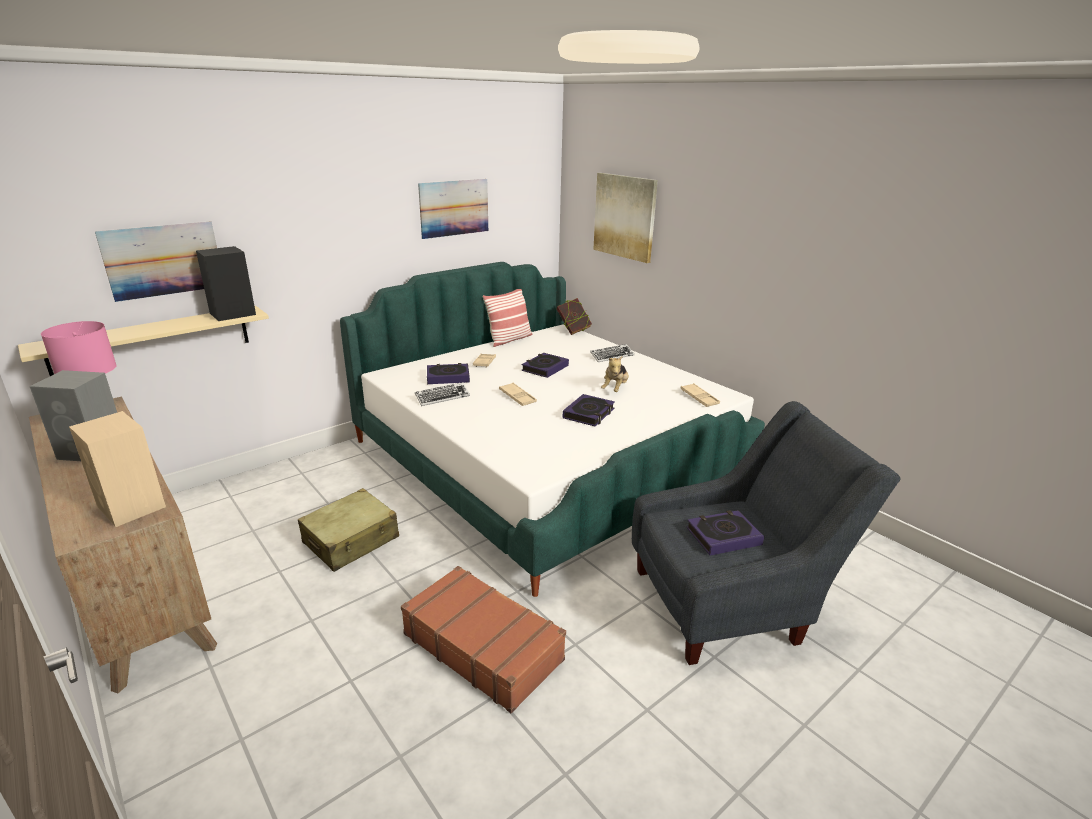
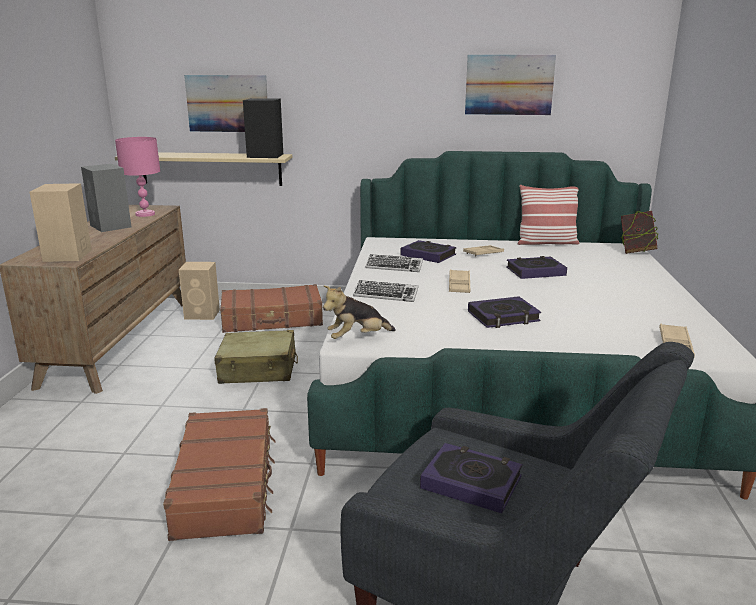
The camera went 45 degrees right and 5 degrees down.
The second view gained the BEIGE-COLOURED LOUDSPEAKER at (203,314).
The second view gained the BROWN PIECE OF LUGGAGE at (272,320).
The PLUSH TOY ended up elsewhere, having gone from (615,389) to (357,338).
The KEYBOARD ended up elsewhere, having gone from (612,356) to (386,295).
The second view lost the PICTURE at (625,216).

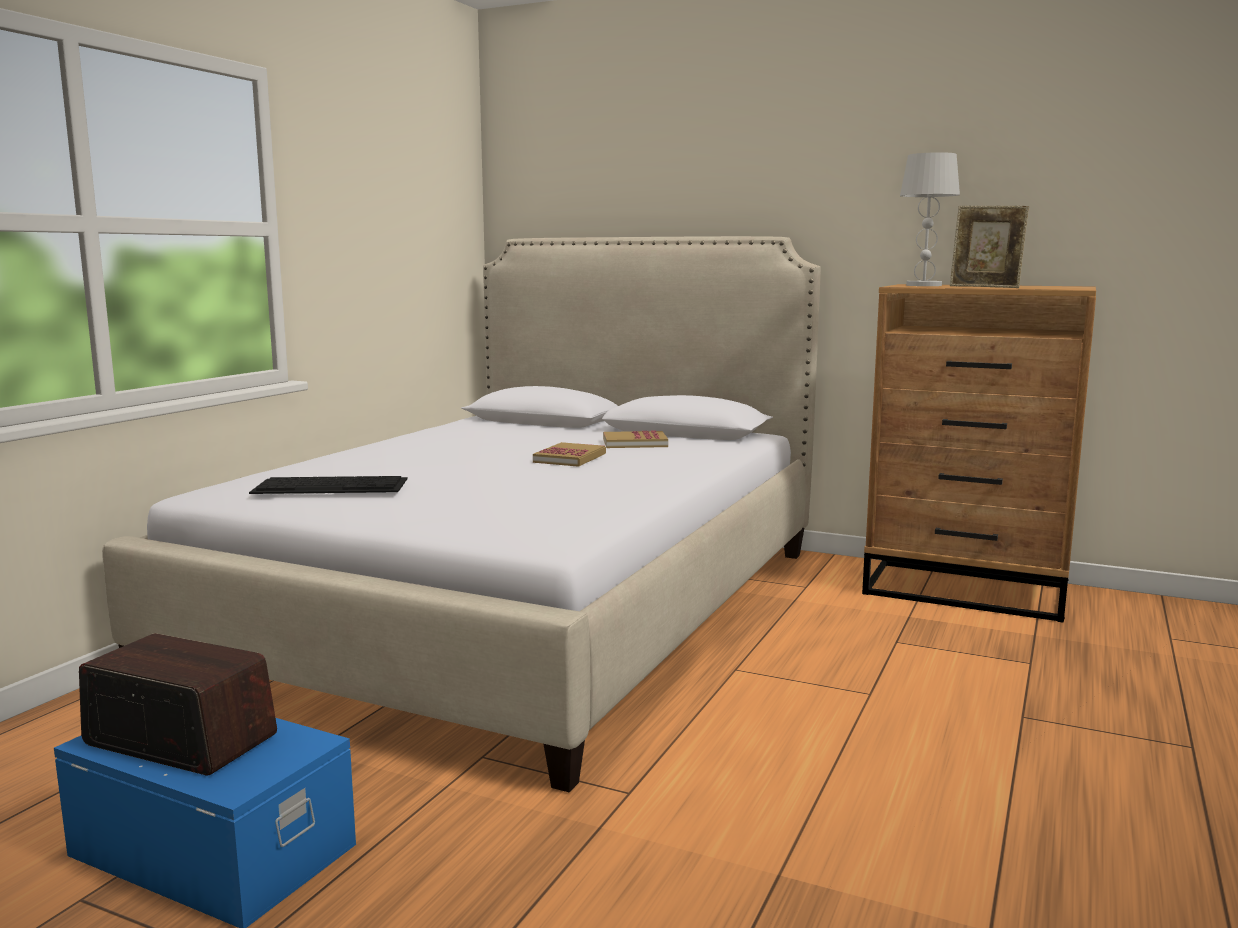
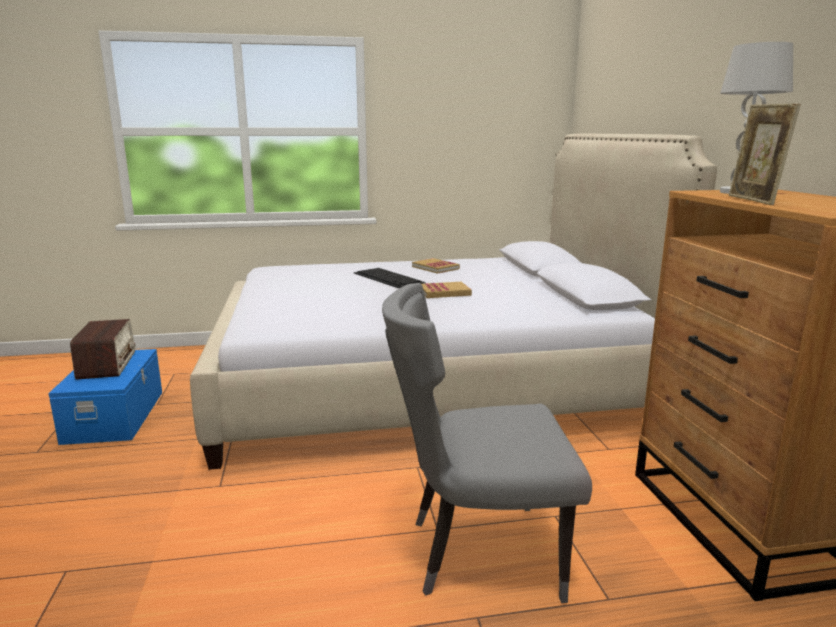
The camera went 55 degrees right and 5 degrees up.
The KEYBOARD ended up elsewhere, having gone from (332,485) to (389,278).
The second view gained the GREY UPRIGHT CHAIR at (477,553).
The VOLUME ended up elsewhere, having gone from (635,443) to (435,268).

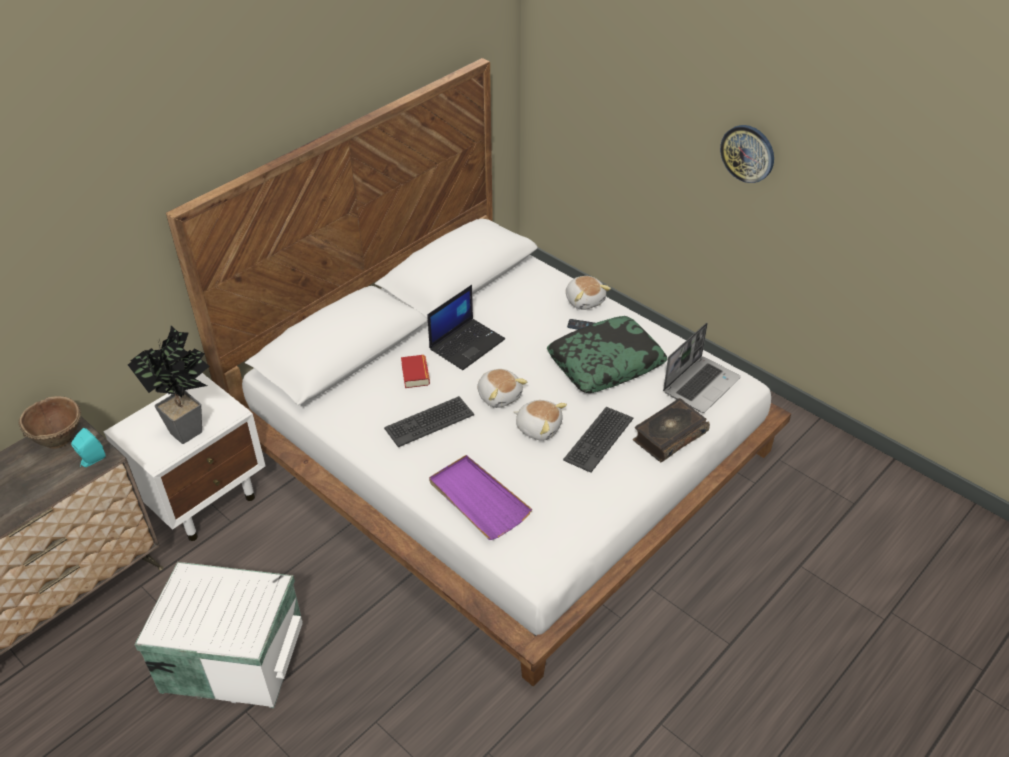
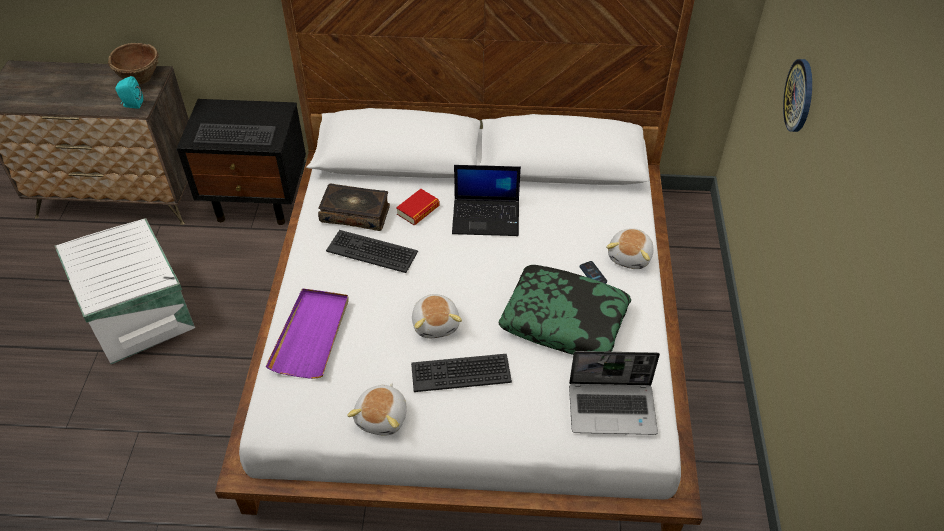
The camera went 50 degrees right and 5 degrees up.
What was the WHITISH NIGHTSTAND at (204,499) turned into the BLACKISH NIGHTSTAND at (258,201).
Where the POTTED PLANT stood at (192,431), the KEYBOARD came to stand at (235,136).
The VOLUME ended up elsewhere, having gone from (669,436) to (355,213).
The PLUSH TOY ended up elsewhere, having gone from (499,395) to (383,417).
The CLOCK ON THE WALL ended up elsewhere, having gone from (748,153) to (799,95).

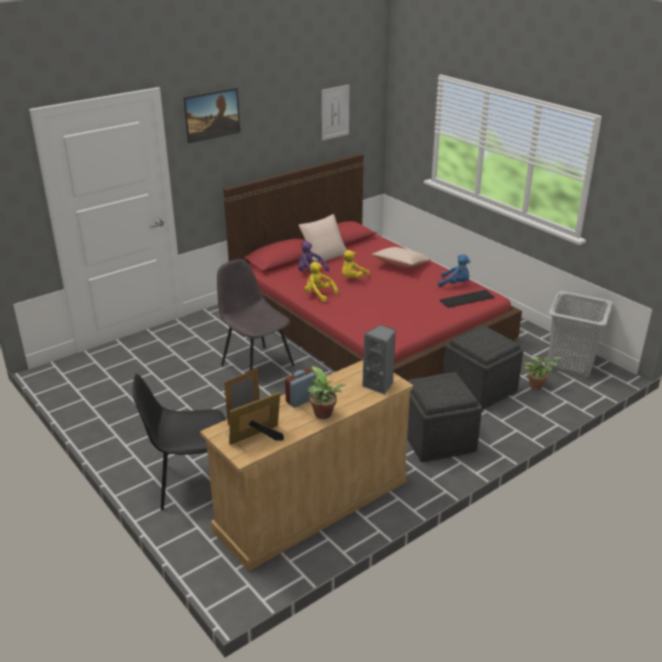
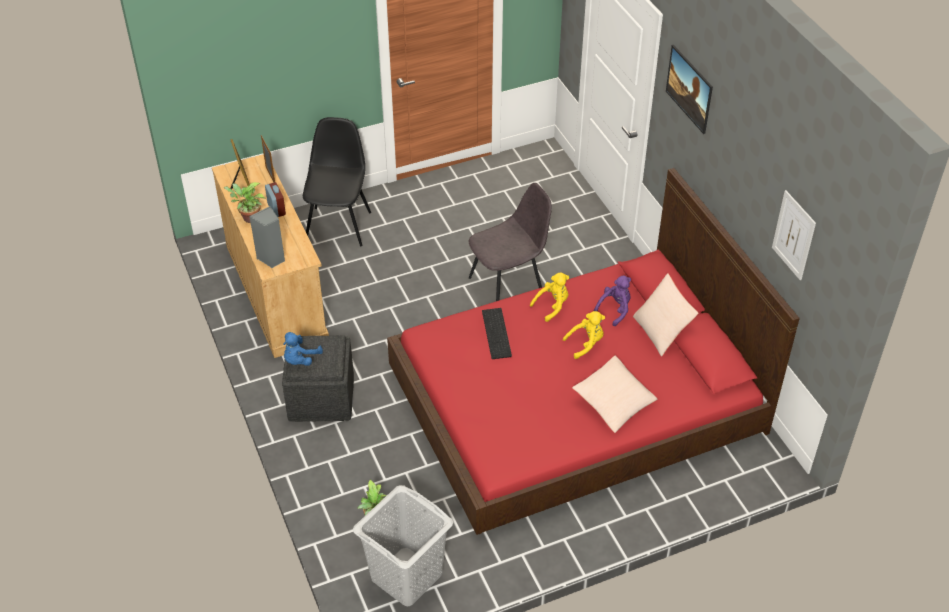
The camera went 105 degrees right and 15 degrees up.
The BLUE-COLOURED PLUSH TOY ended up elsewhere, having gone from (455,284) to (300,360).
The KEYBOARD ended up elsewhere, having gone from (467,298) to (498,334).
The YELLOWISH PLUSH TOY at (352,278) ended up facing another way, 105 degrees clockwise from before.
The second view lost the GREY FOOTREST at (479,388).

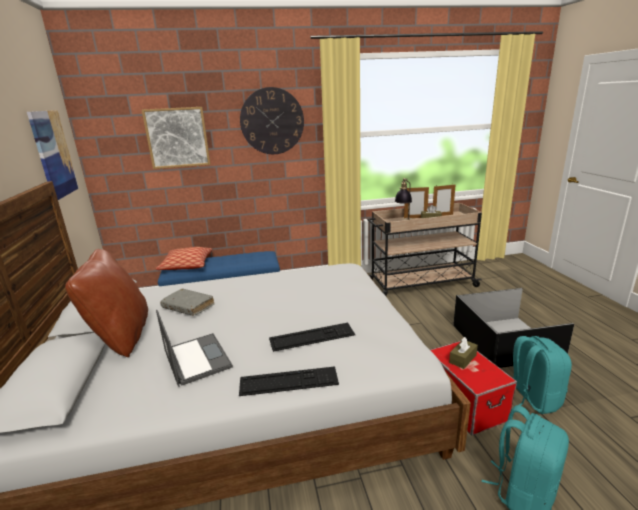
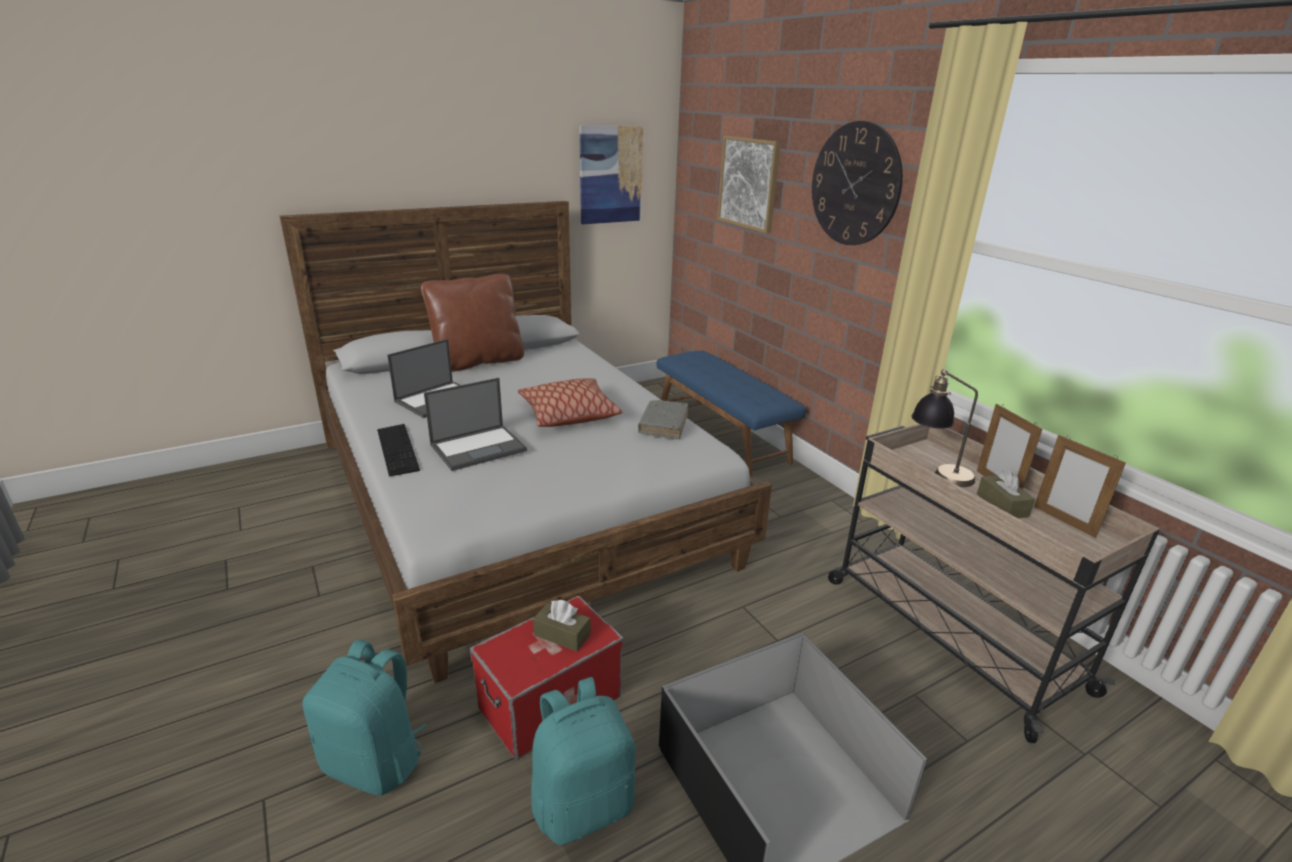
The camera went 70 degrees right and 5 degrees up.
Where the KEYBOARD stood at (312,337), the PORTABLE COMPUTER came to stand at (479,447).
The PILLOW ended up elsewhere, having gone from (186,265) to (568,414).
The GREY VOLUME ended up elsewhere, having gone from (188,307) to (663,425).

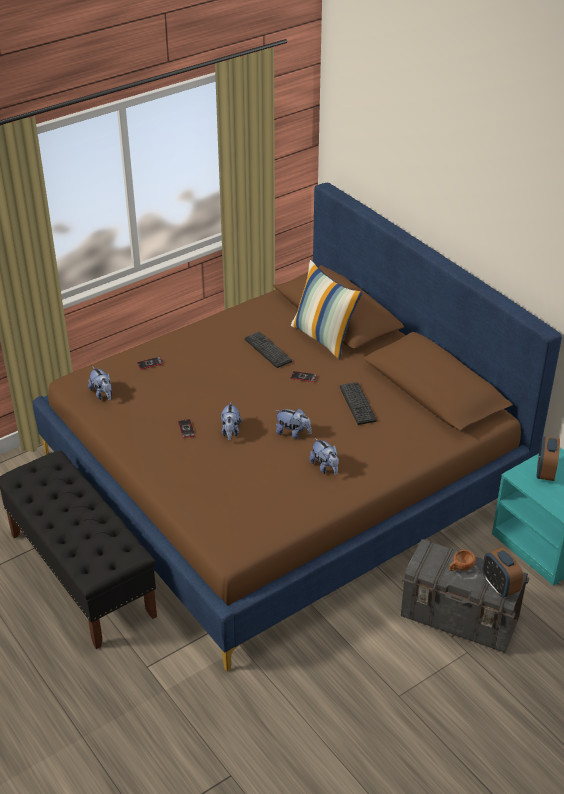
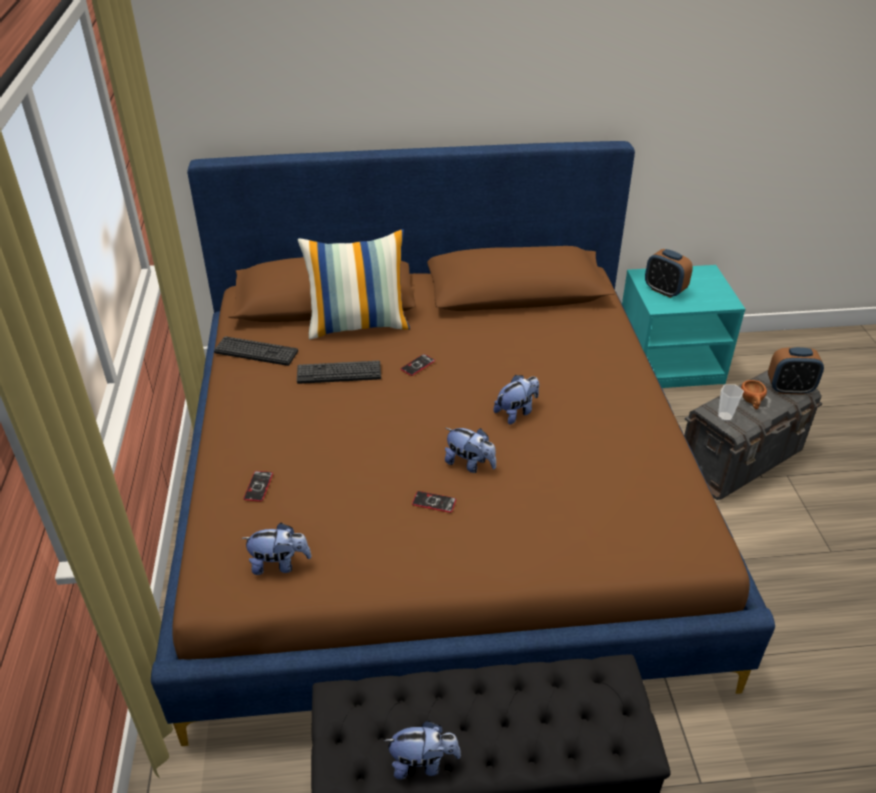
The camera went 60 degrees left and 0 degrees up.
The KEYBOARD ended up elsewhere, having gone from (357,403) to (256,352).
The PLUSH TOY ended up elsewhere, having gone from (325,467) to (423,763).
The second view gained the DRINKING CUP at (725,416).

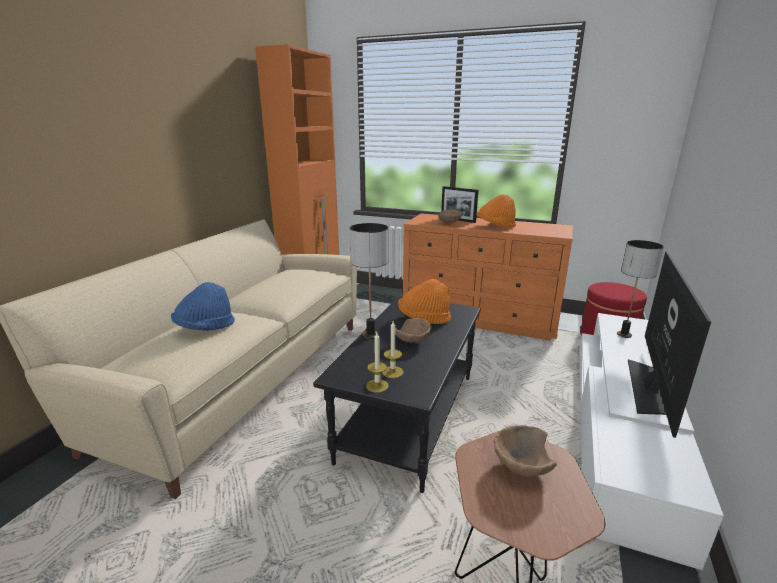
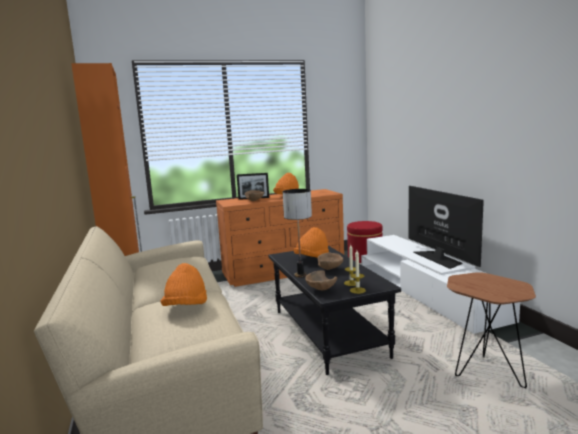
The camera went 40 degrees left and 10 degrees down.
What was the BLUE-COLOURED WEARABLE HAT at (205,328) turned into the ORANGE-COLOURED WEARABLE HAT at (186,307).
The BROWN DEEP DISH ended up elsewhere, having gone from (520,467) to (320,290).
The second view lost the LAMP FOR A TABLE at (624,335).

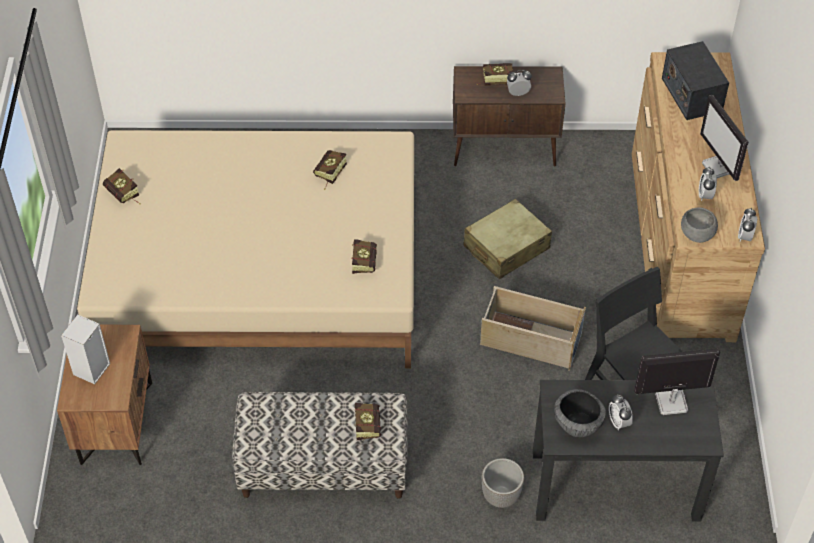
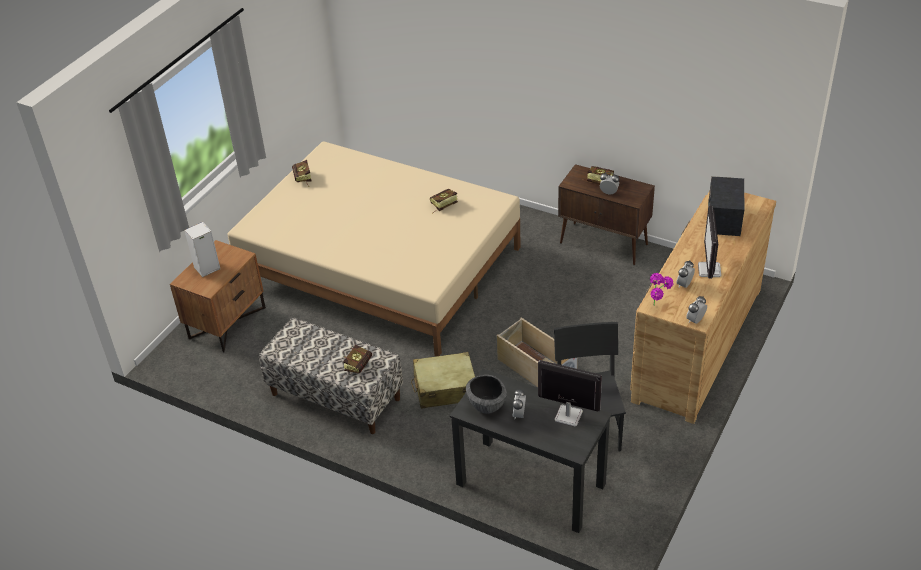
The camera went 30 degrees right and 10 degrees down.
The BEIGE-COLOURED PIECE OF LUGGAGE ended up elsewhere, having gone from (506,248) to (445,388).
Where the GREY DEEP DISH stood at (697,234), the POTTED PLANT came to stand at (658,307).
The second view lost the VOLUME at (364,260).
The second view lost the PLANTER at (500,496).

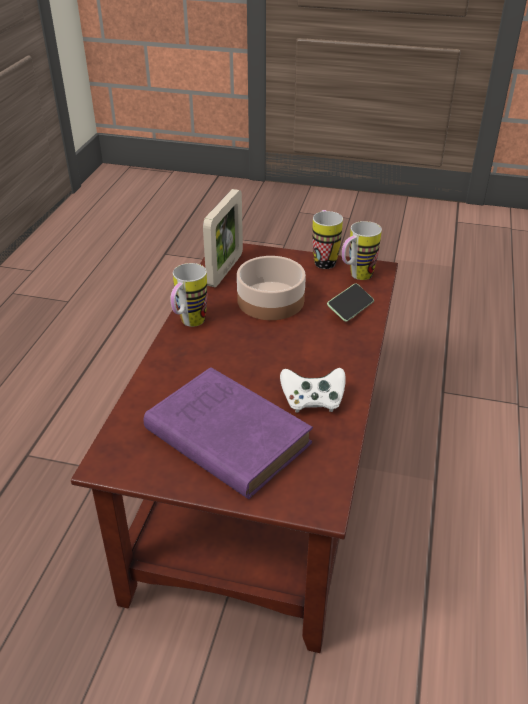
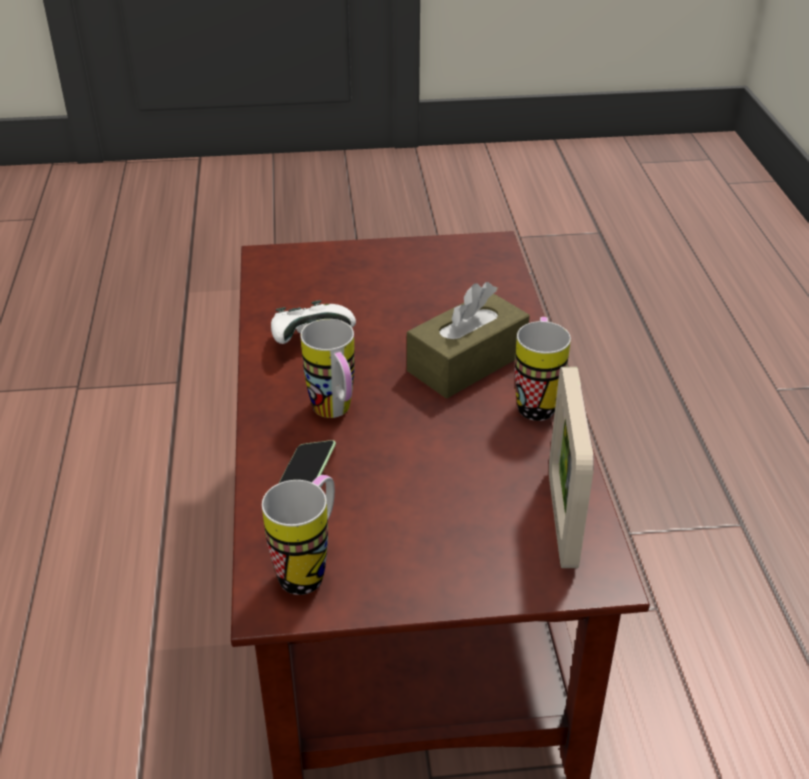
The camera went 160 degrees right and 0 degrees up.
The COFFEE MUG ended up elsewhere, having gone from (324,259) to (336,414).
The second view gained the BROWN BOX OF TISSUES at (467,362).
The second view lost the PURPLISH VOLUME at (224,435).
The second view lost the DEEP DISH at (269,300).

